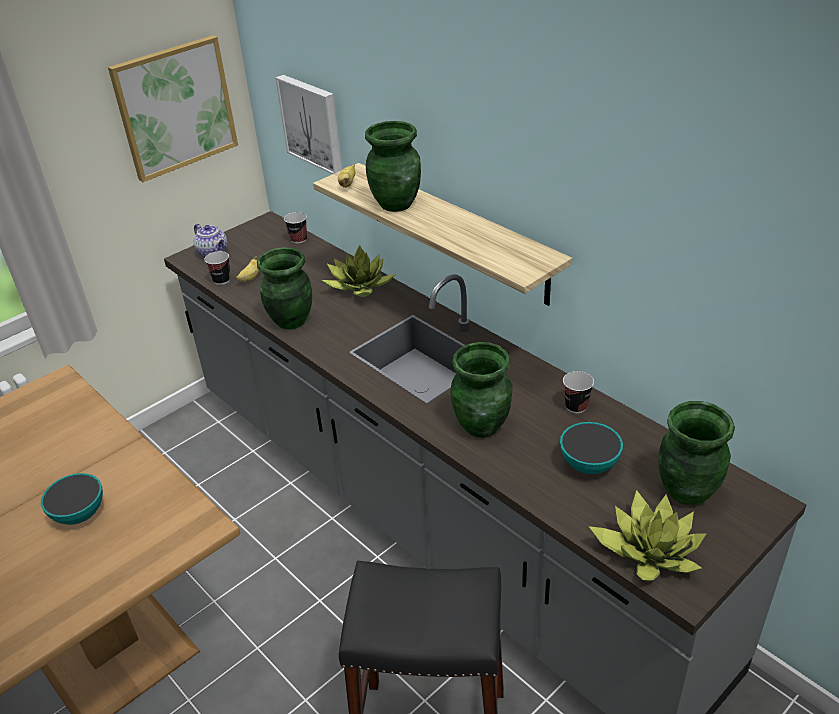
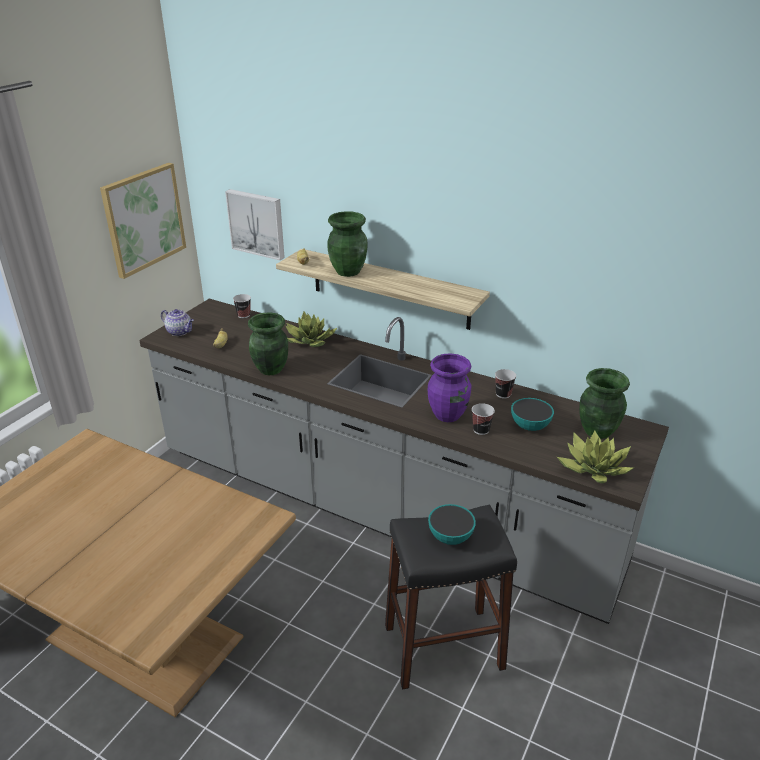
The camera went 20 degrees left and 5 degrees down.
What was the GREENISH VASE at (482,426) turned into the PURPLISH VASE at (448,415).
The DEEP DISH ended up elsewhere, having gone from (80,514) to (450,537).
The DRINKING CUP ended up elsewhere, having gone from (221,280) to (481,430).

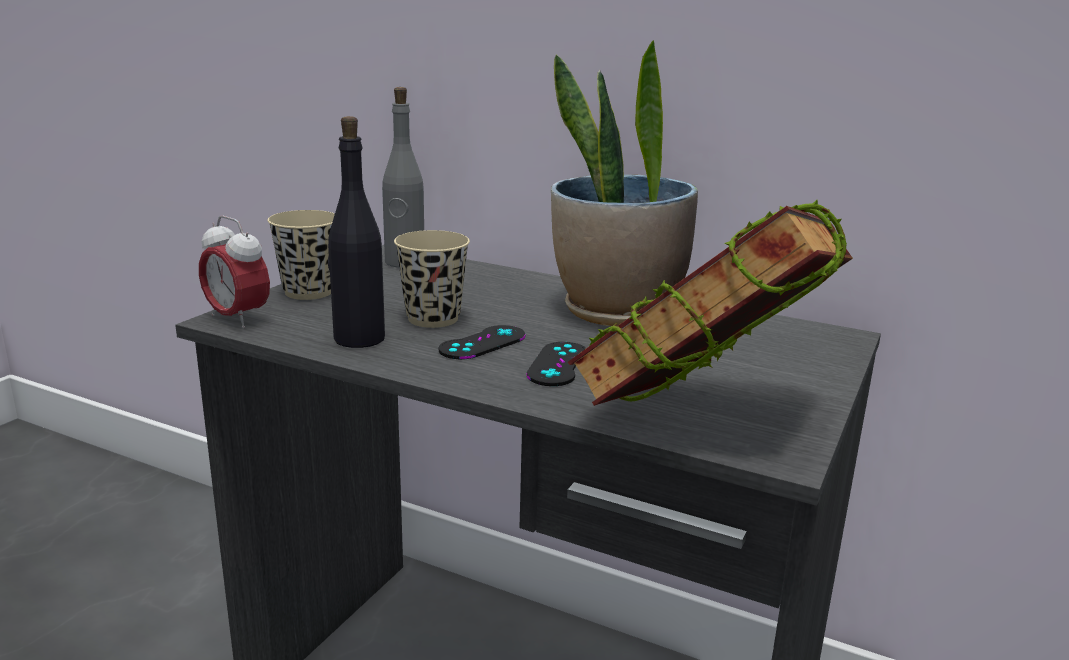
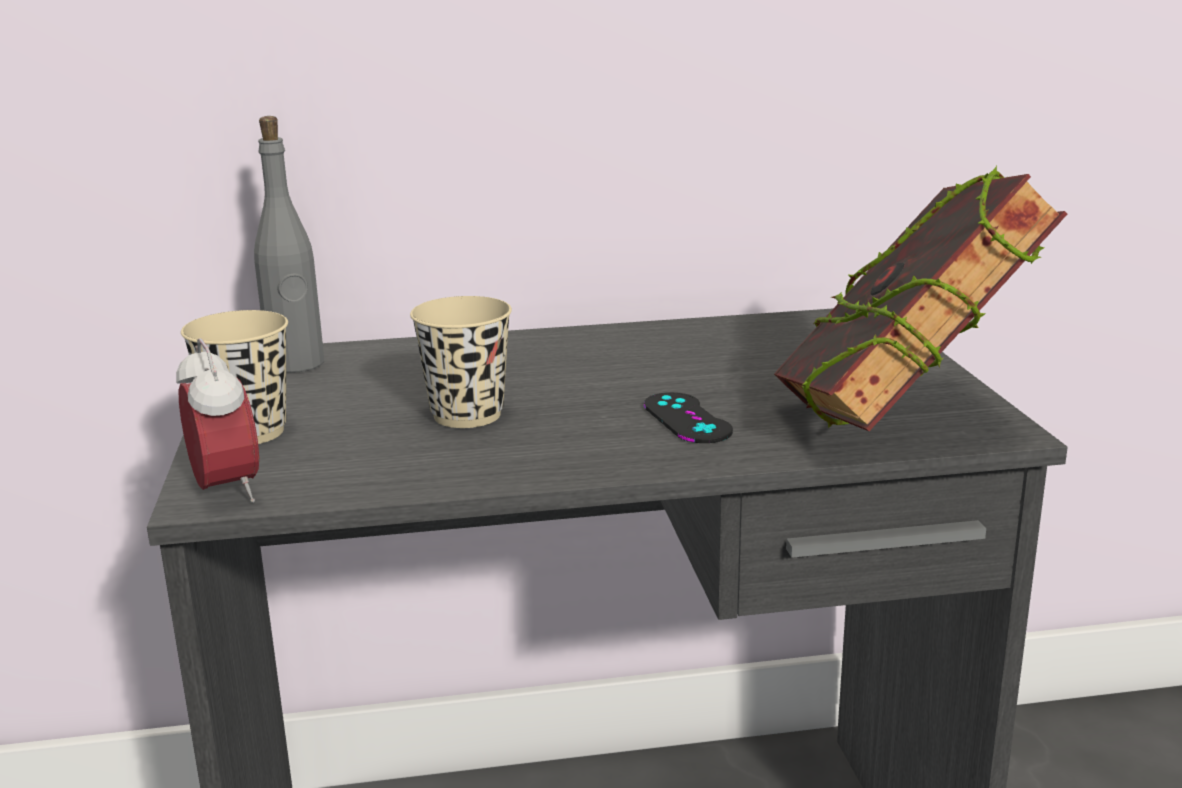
The camera went 35 degrees left and 0 degrees up.
The TABLE CLOCK at (237,319) ended up facing another way, 120 degrees counterclockwise from before.
The second view lost the BLACKISH BEVERAGE BOTTLE at (358,339).
The second view lost the BLACKISH GAMEPAD at (482,343).
The second view lost the POTTED PLANT at (617,312).

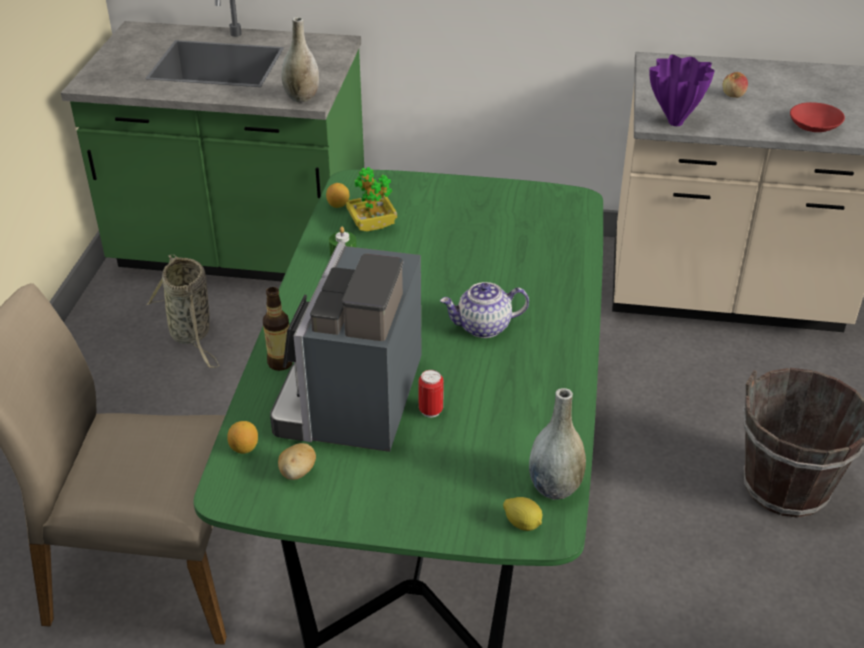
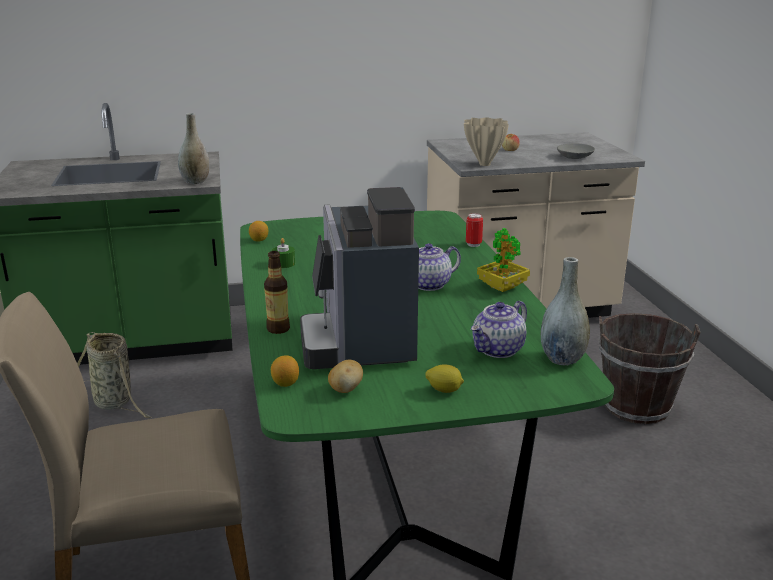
The camera went 20 degrees left and 15 degrees down.
The WHOLE LEMON ended up elsewhere, having gone from (522,523) to (444,390).
What was the PURPLISH VASE at (675,122) turned into the BEIGE-COLOURED VASE at (484,164).
The CAN ended up elsewhere, having gone from (431,411) to (473,244).
The second view gained the POT FOR TEA at (498,350).
The POTTED PLANT ended up elsewhere, having gone from (372,225) to (502,287).
What was the RED DEEP DISH at (813,127) turned into the GREY DEEP DISH at (574,157).

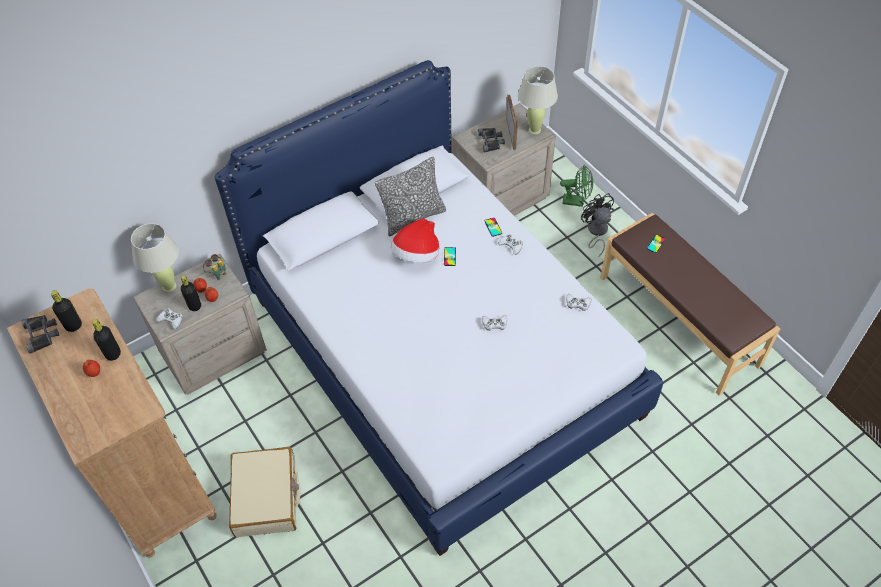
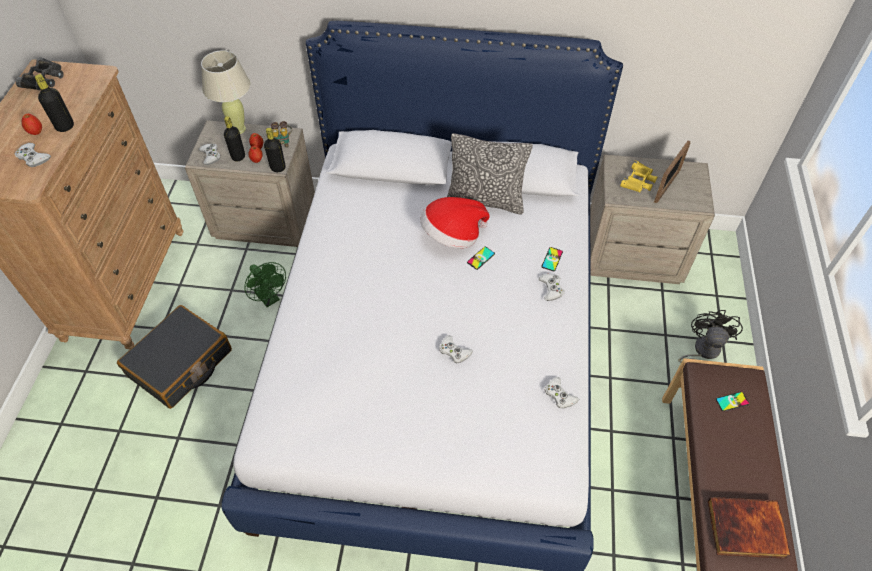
The camera went 40 degrees right and 0 degrees up.
The second view gained the WHITISH GAMEPAD at (33,158).
What was the BEIGE-COLOURED PIECE OF LUGGAGE at (266,497) turned into the BLACKISH PIECE OF LUGGAGE at (180,364).
The GREENISH FAN ended up elsewhere, having gone from (576,201) to (269,298).
The BLACKISH BEVERAGE BOTTLE ended up elsewhere, having gone from (73,326) to (278,168).
What was the BLACKISH BINOCULARS at (491,141) turned into the YELLOWISH BINOCULARS at (639,181).
The second view gained the VOLUME at (745,530).
The second view lost the BEIGE-COLOURED LAMP FOR A TABLE at (534,130).

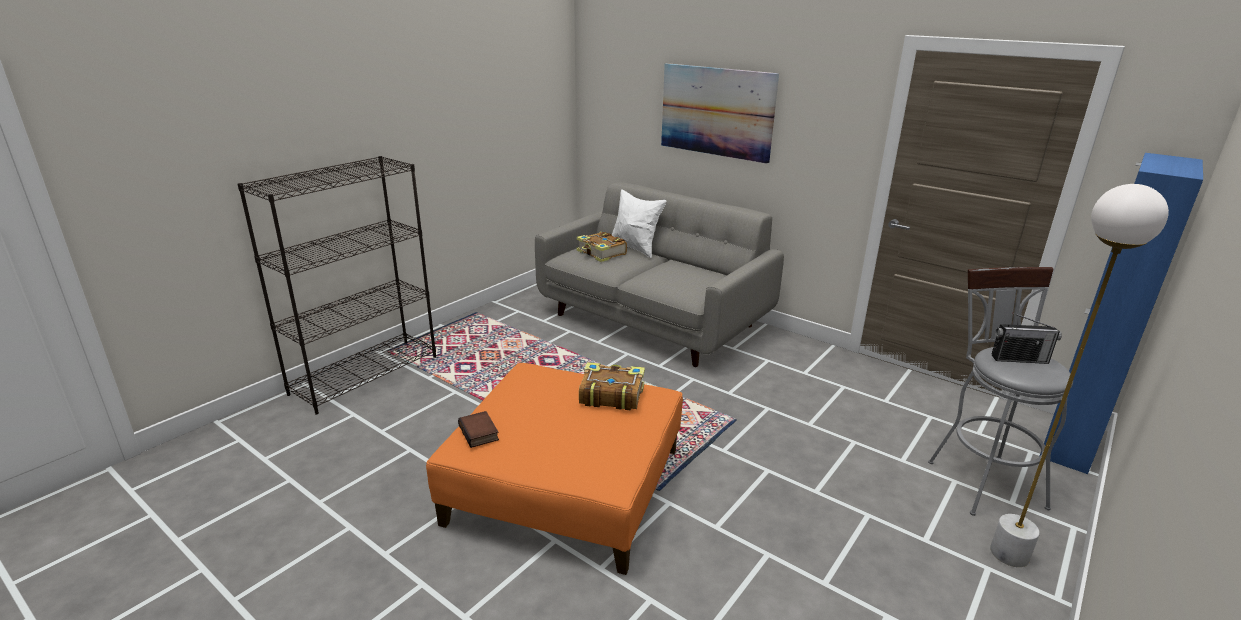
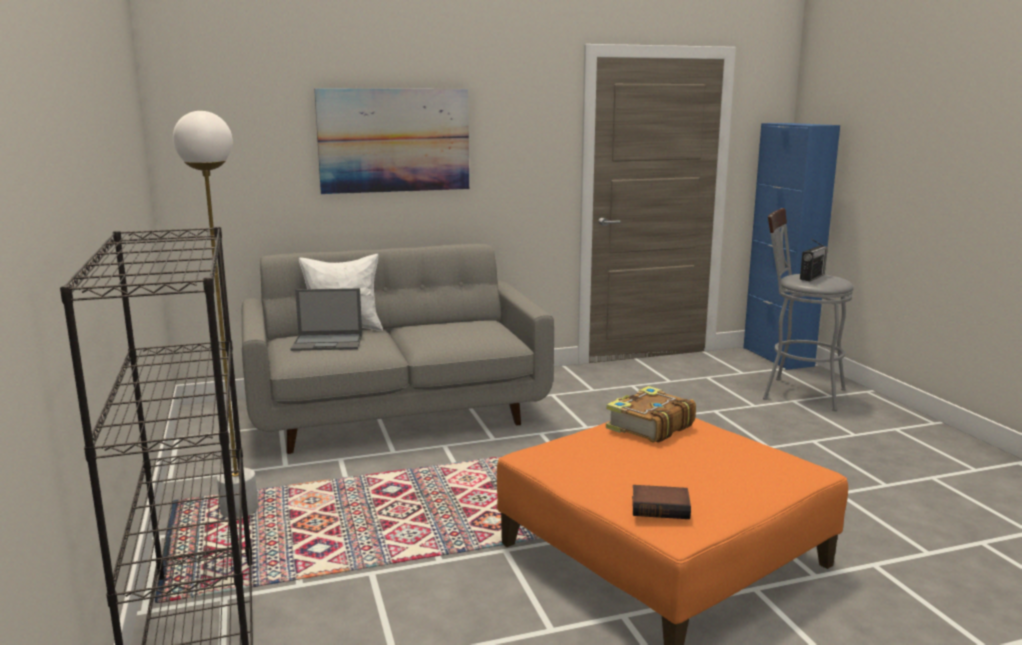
The camera went 55 degrees left and 10 degrees down.
The WHITISH STANDARD LAMP ended up elsewhere, having gone from (1009,554) to (239,509).
Where the VOLUME stood at (601,253), the PORTABLE COMPUTER came to stand at (328,342).

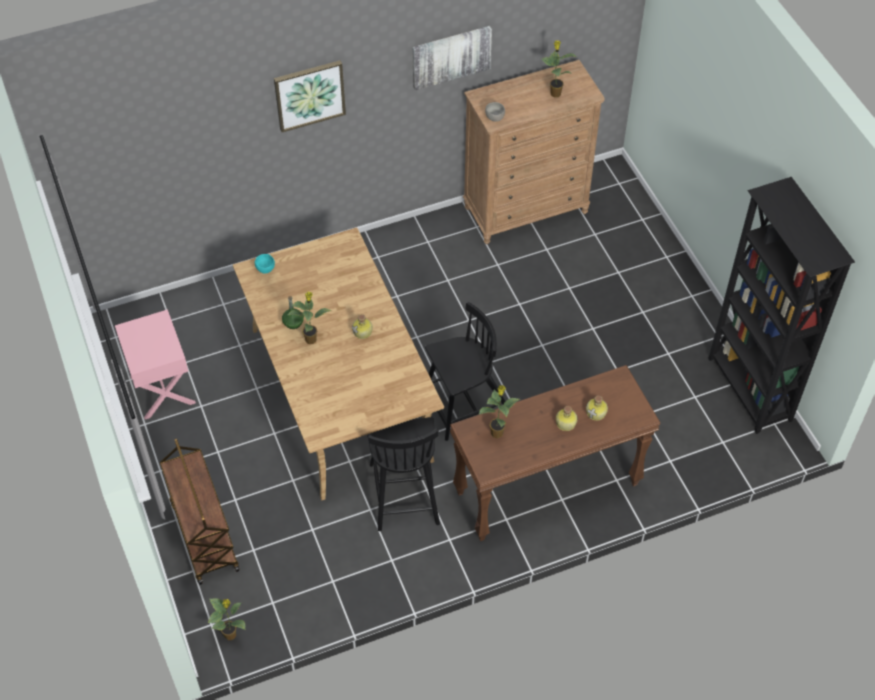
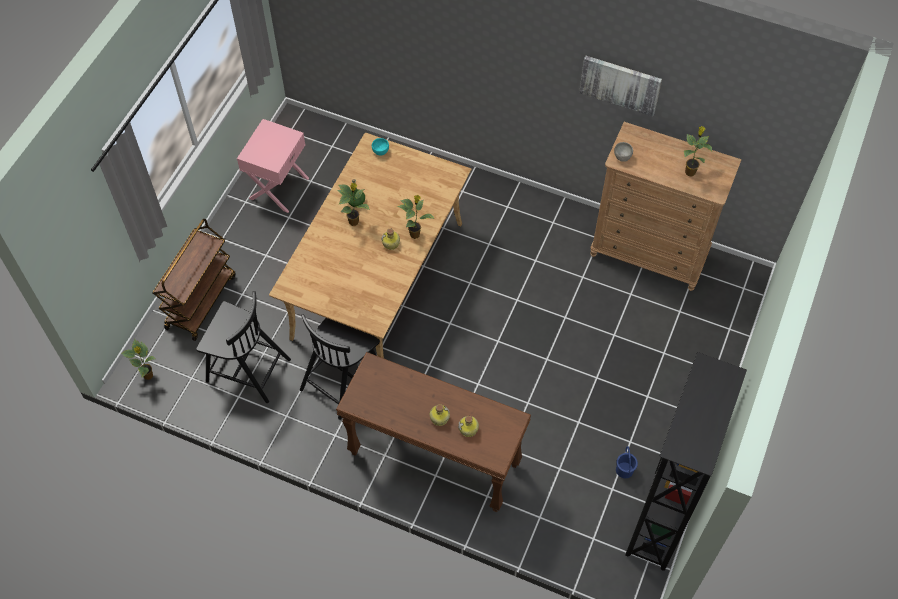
The camera went 45 degrees right and 5 degrees up.
The BLACKISH UPRIGHT CHAIR ended up elsewhere, having gone from (465,405) to (247,369).
The POTTED PLANT ended up elsewhere, having gone from (497,432) to (415,234).
The second view gained the BLUE-COLOURED BUCKET at (625,470).
The second view lost the PICTURE at (309,95).

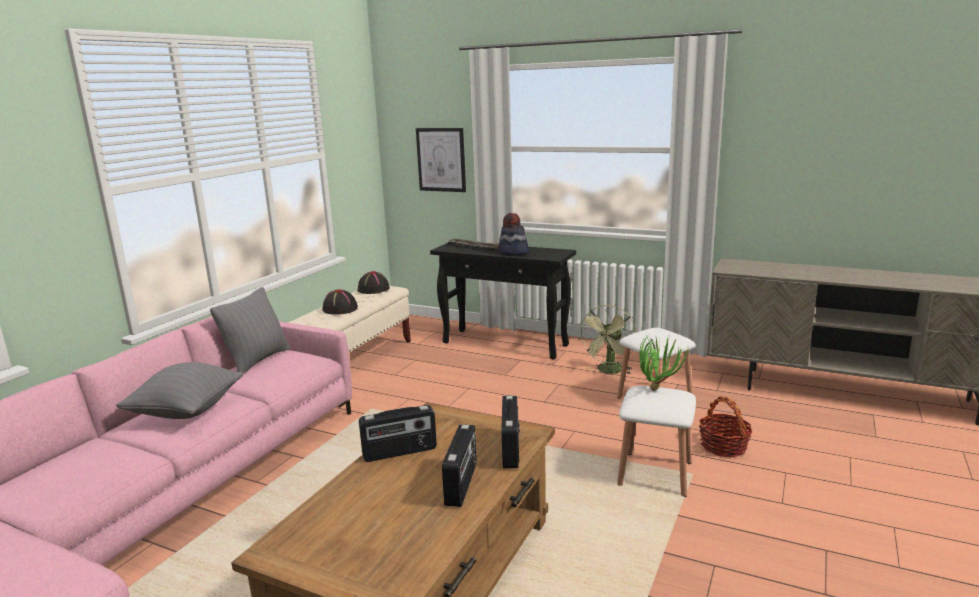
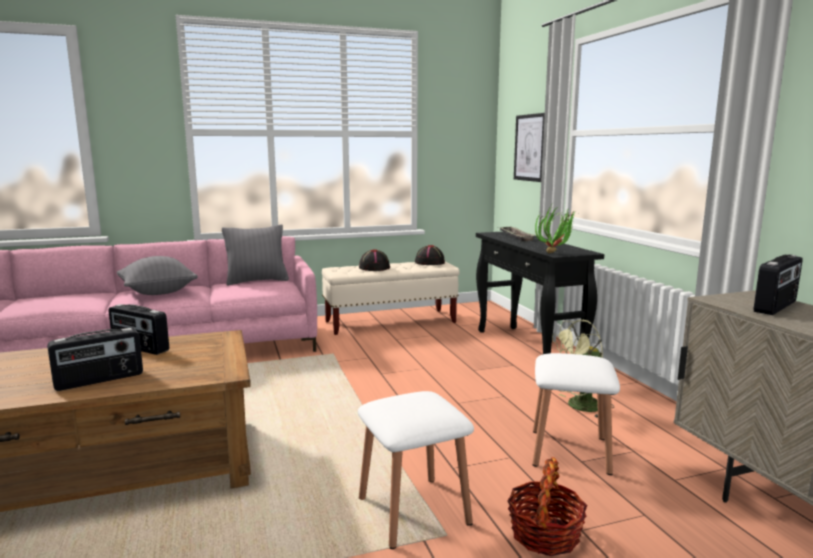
The camera went 45 degrees right and 5 degrees down.
The POTTED PLANT ended up elsewhere, having gone from (658,388) to (556,253).
The RADIO SET ended up elsewhere, having gone from (511,449) to (776,307).
The second view lost the WEARABLE HAT at (513,252).

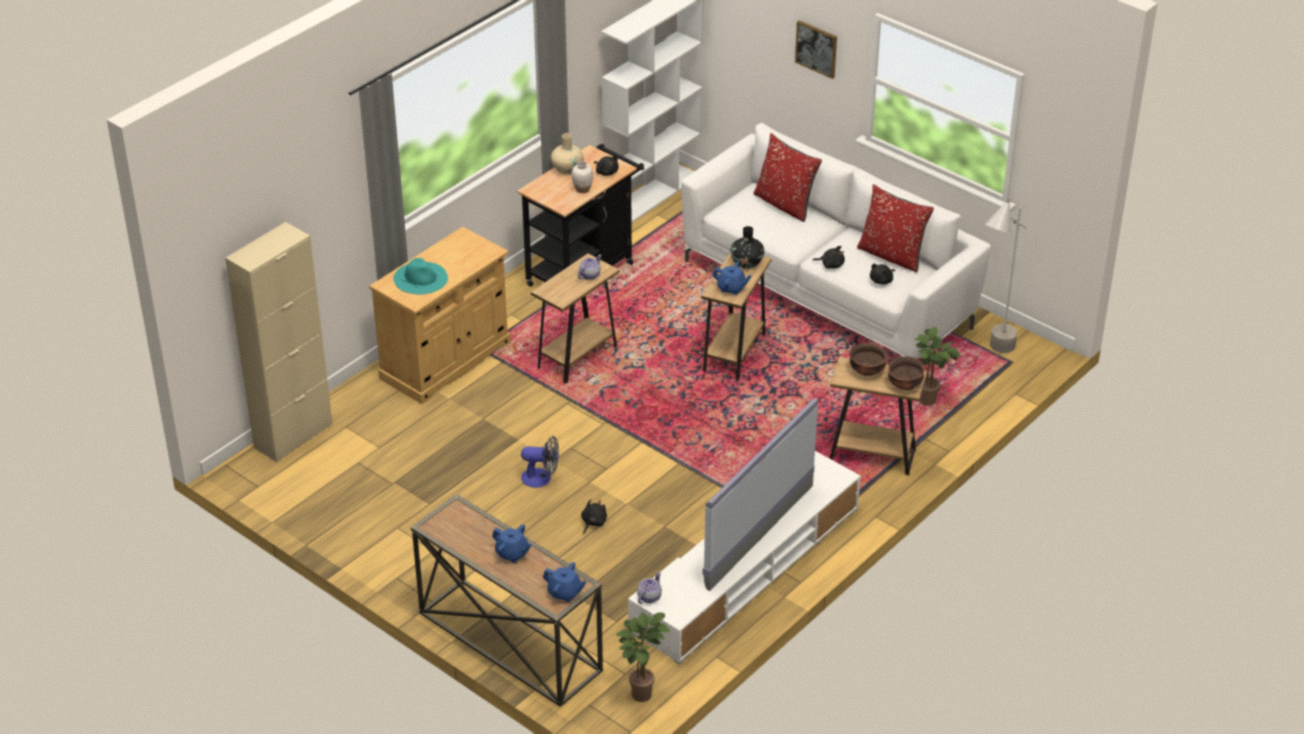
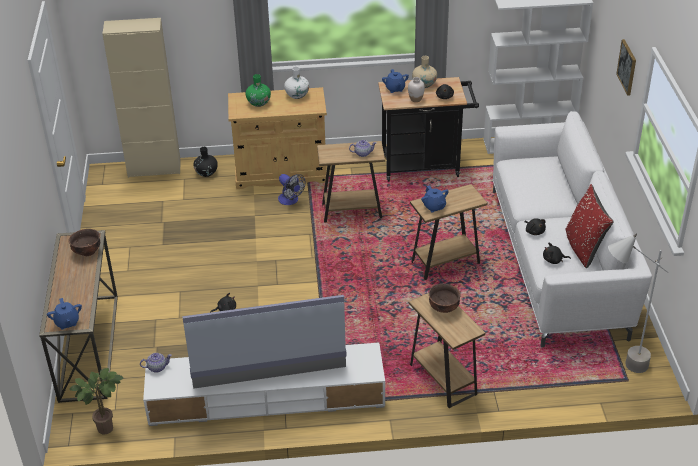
The camera went 45 degrees right and 0 degrees up.
The BROWN DEEP DISH ended up elsewhere, having gone from (905,385) to (87,252).
The BLACKISH VASE ended up elsewhere, having gone from (747,263) to (206,173).
Where the TURQUOISE WEARABLE HAT stood at (420,278), the GREENISH VASE came to stand at (258,103).
The FAN ended up elsewhere, having gone from (541,478) to (290,200).
The second view gained the WHITISH VASE at (297,95).
The BLUE-COLOURED POT FOR TEA ended up elsewhere, having gone from (512,554) to (395,89).
The second view lost the RED PILLOW at (785,204).
The second view lost the POTTED PLANT at (930,402).

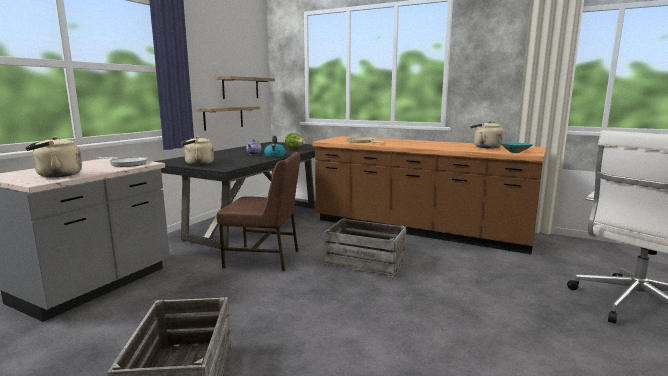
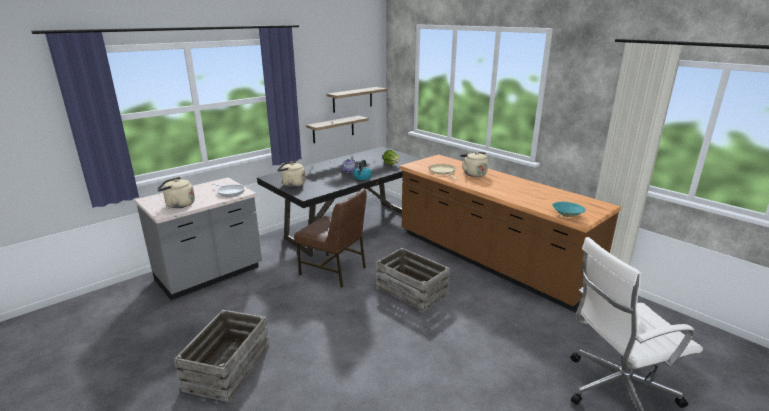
The camera went 20 degrees right and 10 degrees up.
The BEIGE-COLOURED WATER KETTLE ended up elsewhere, having gone from (485,147) to (473,174).

